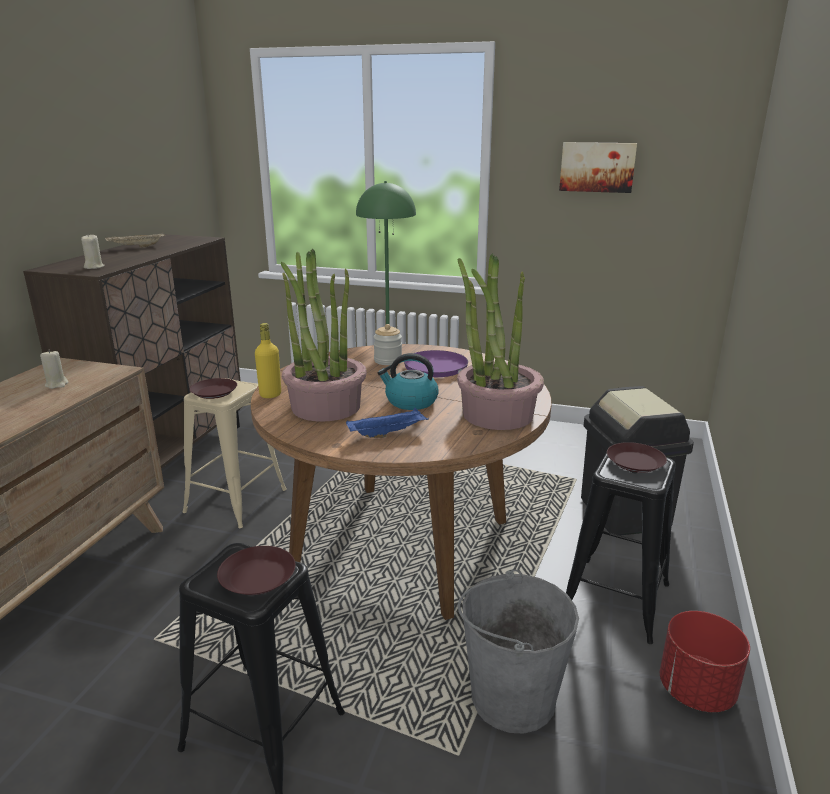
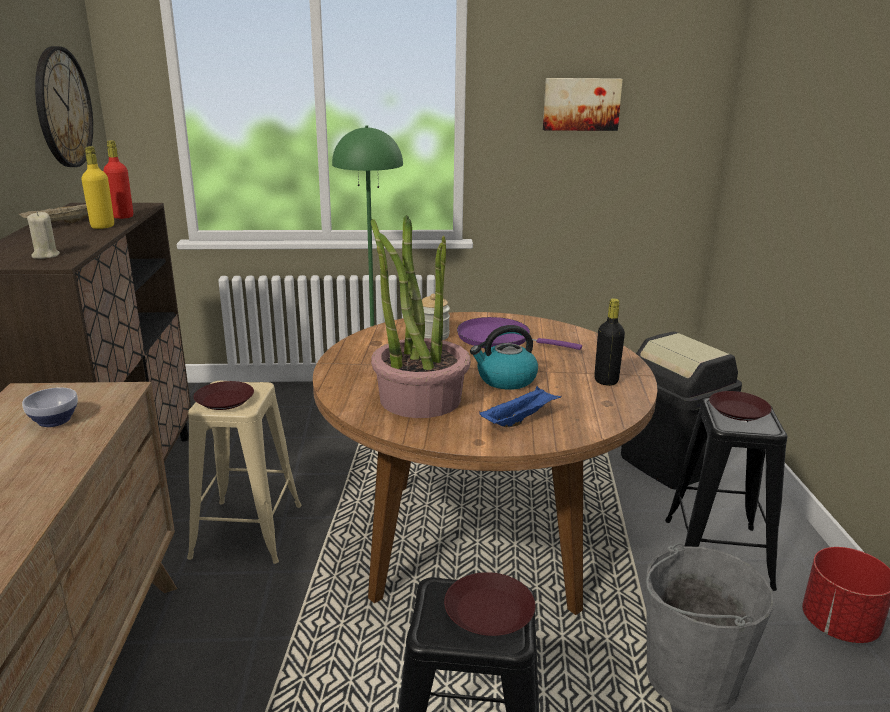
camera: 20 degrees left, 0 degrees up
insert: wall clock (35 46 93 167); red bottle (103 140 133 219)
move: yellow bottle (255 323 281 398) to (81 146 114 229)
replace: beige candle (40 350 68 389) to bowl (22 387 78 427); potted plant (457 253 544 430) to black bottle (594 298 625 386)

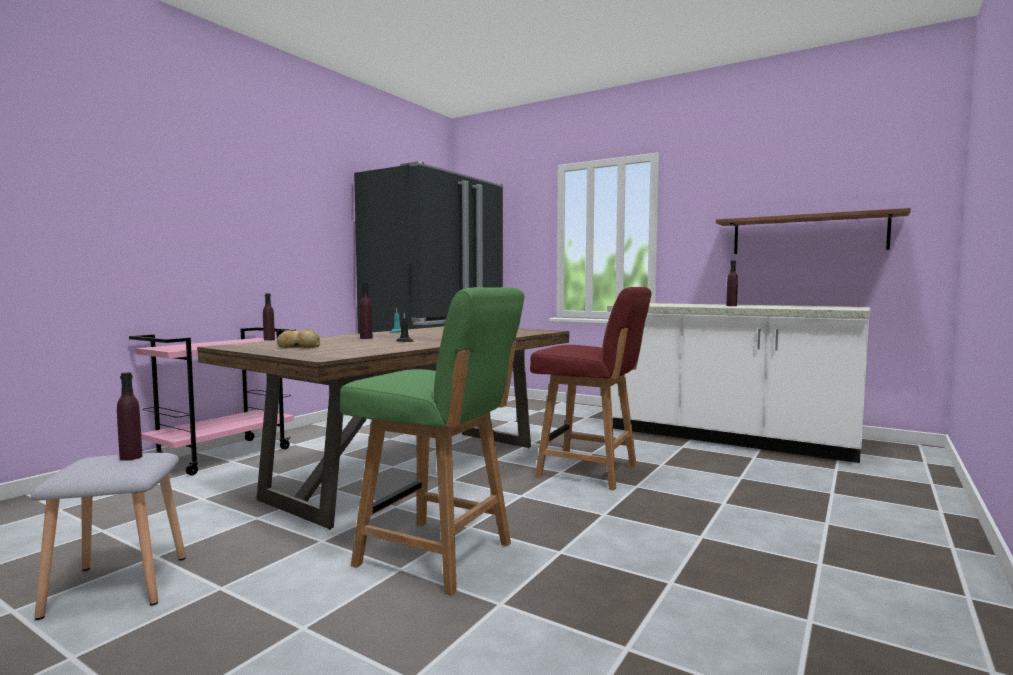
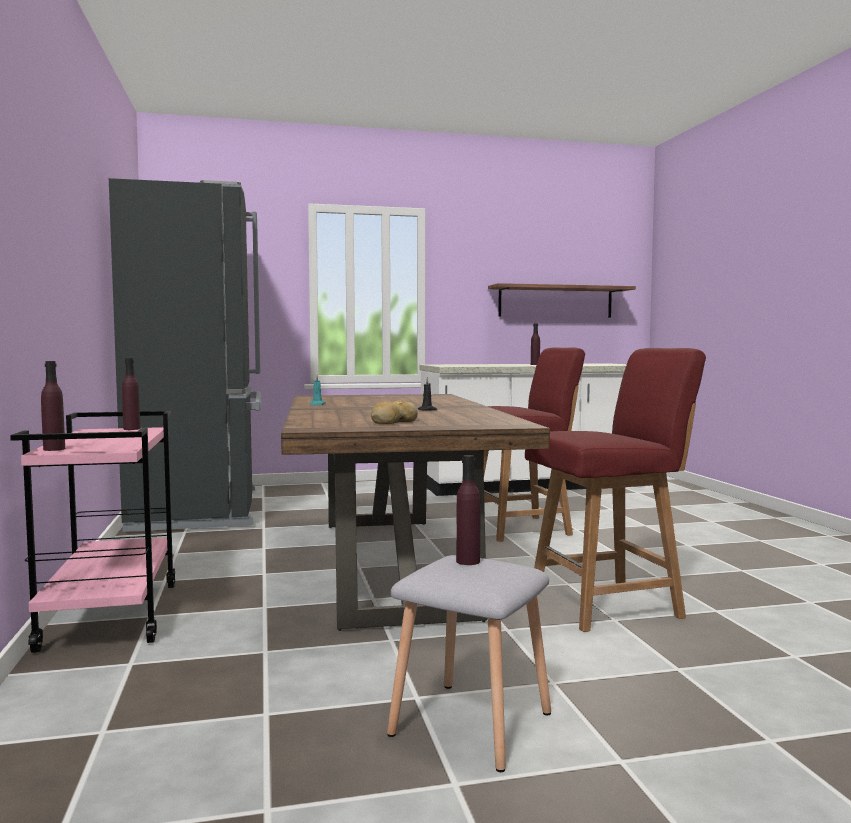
camera: 45 degrees left, 0 degrees up
move: purple bottle (359 283 373 339) to (41 361 65 451)
recolor: green chair (340 287 524 596) to red chair (525 348 706 632)

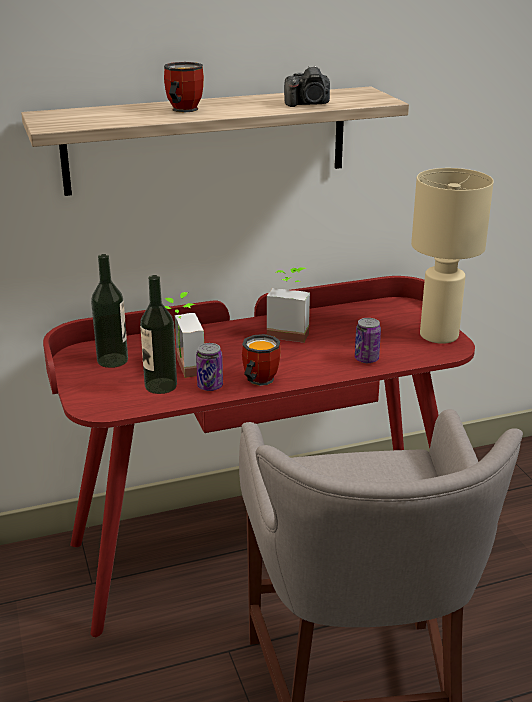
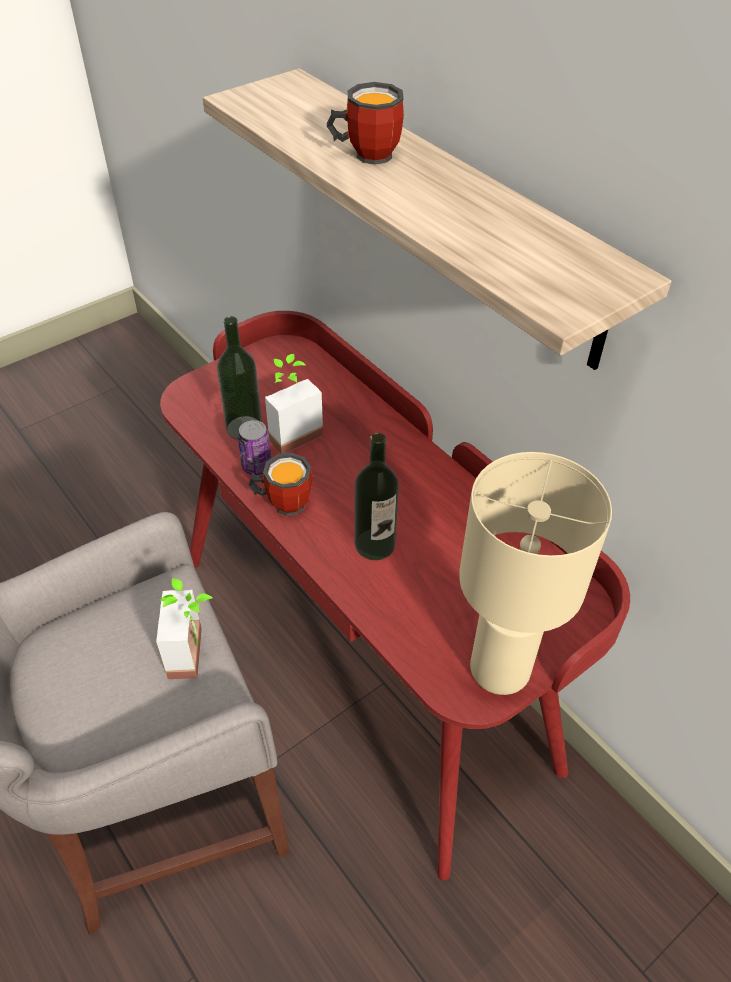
camera: 70 degrees right, 20 degrees up
delete: photo camera (284 66 330 107); can (355 318 381 363)
move: bottle (91 254 128 368) to (355 433 399 560); potted plant (267 267 310 343) to (156 578 213 679)

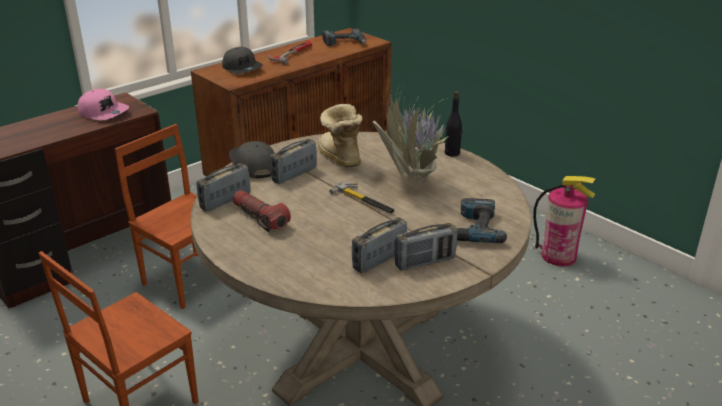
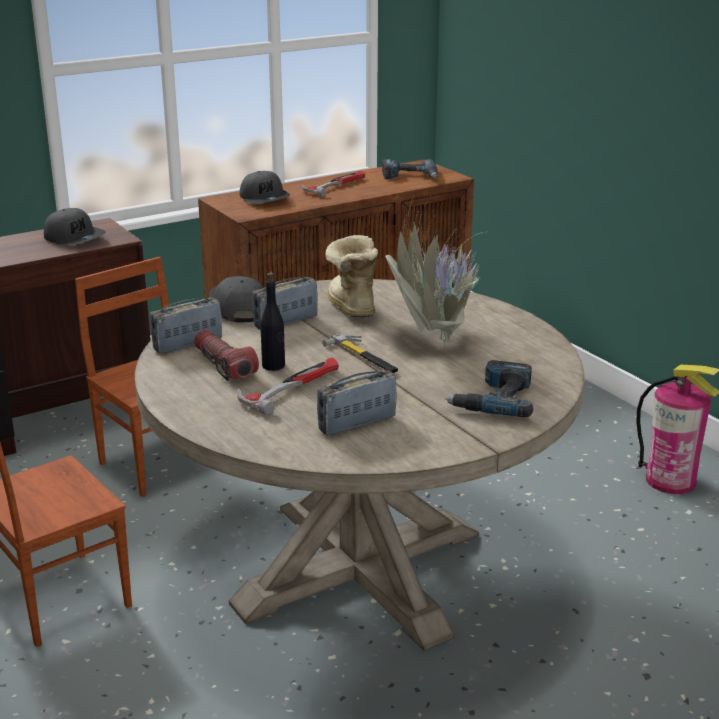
camera: 10 degrees right, 5 degrees down
delete: radio (395 223 458 271)
insert: hammer (237 357 339 416)
move: black bottle (445 91 462 157) to (260 272 285 371)
recolor: pink cap (78 89 129 120) to grey cap (44 208 106 246)

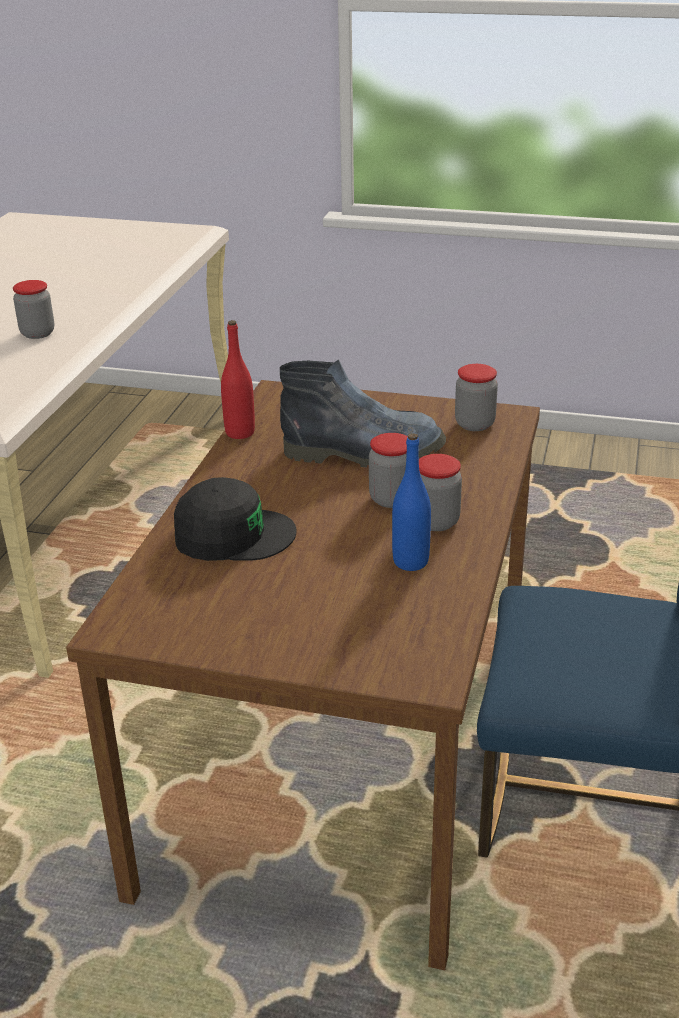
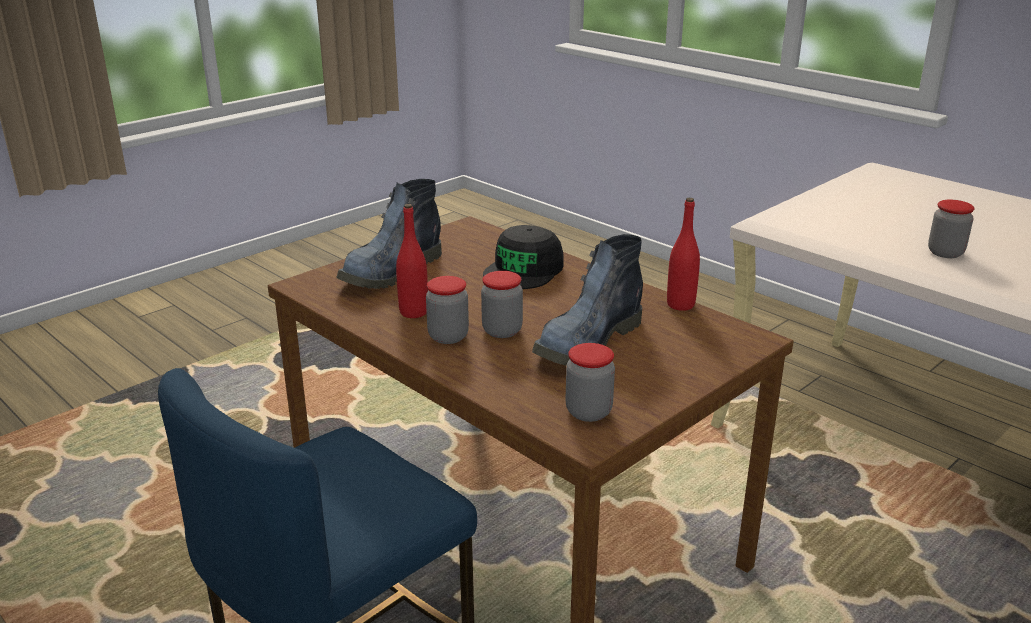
camera: 120 degrees right, 5 degrees down
insert: boot (336 179 442 289)
recolor: blue bottle (392 433 431 571) to red bottle (396 204 428 318)

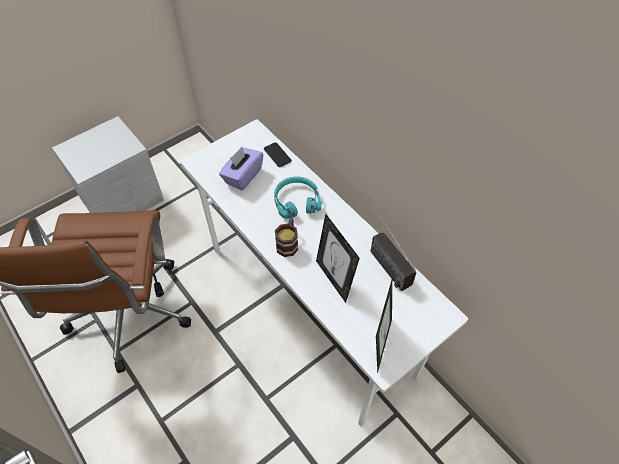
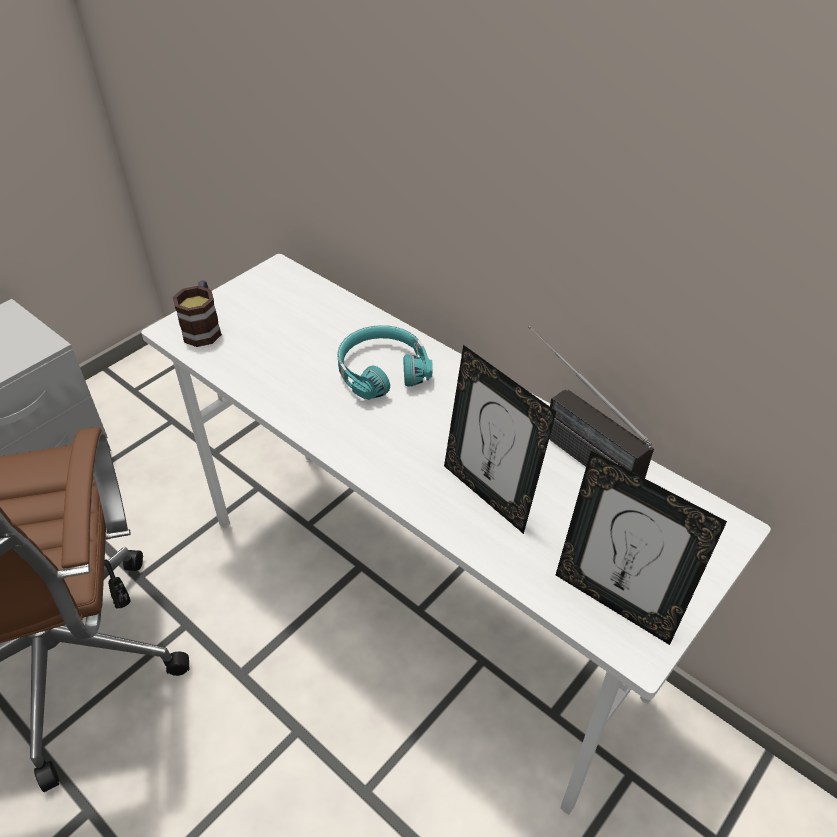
camera: 10 degrees left, 10 degrees down
delete: purple tissue box (219 147 263 191); phone (264 142 292 167)
move: mug (275 218 298 257) to (173 280 222 347)
rotate: picture frame (376 280 392 374) = (556 451 727 645) 120 degrees clockwise

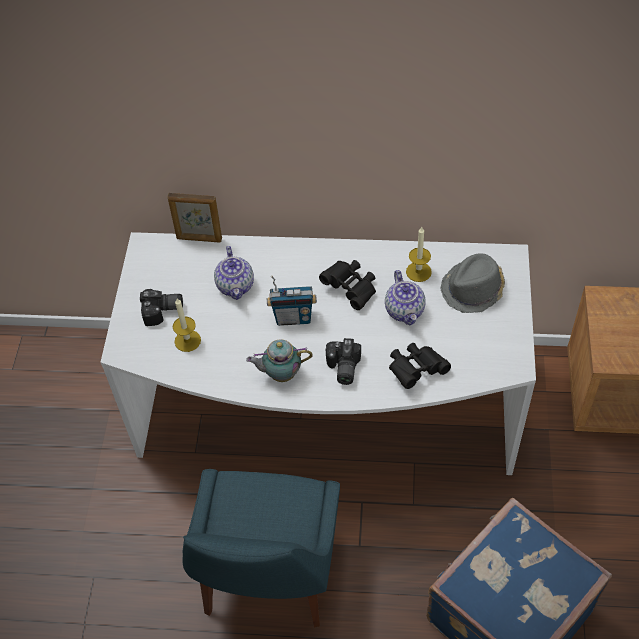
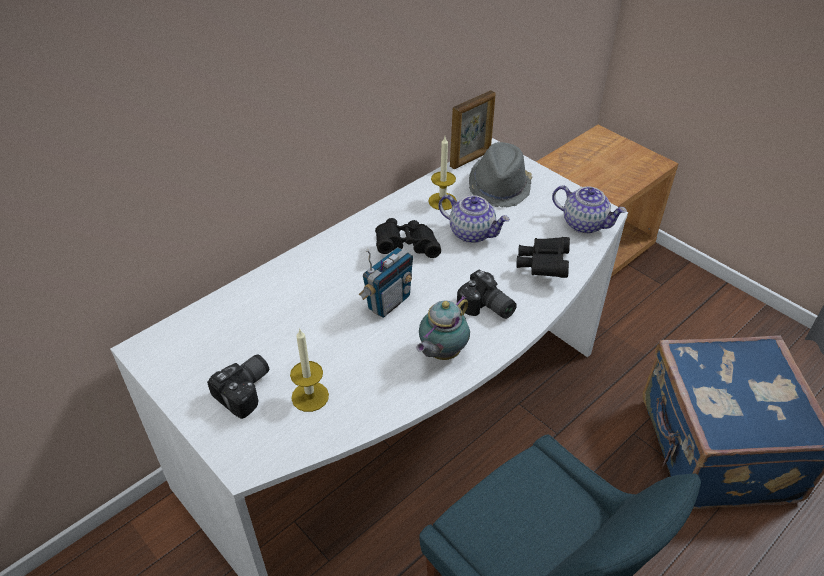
camera: 50 degrees left, 10 degrees down
move: picture frame (168 193 222 243) to (450 90 496 169); teapot (214 246 254 300) to (552 185 627 234)

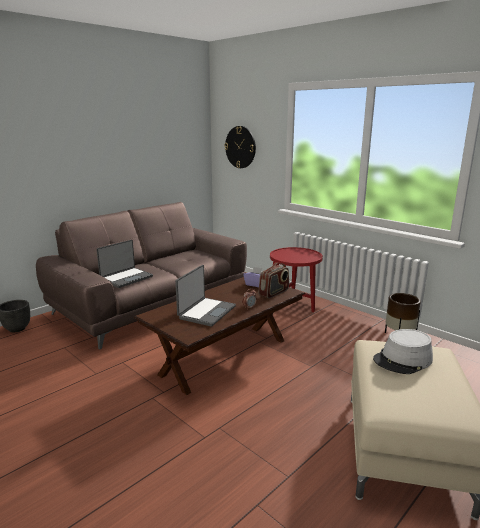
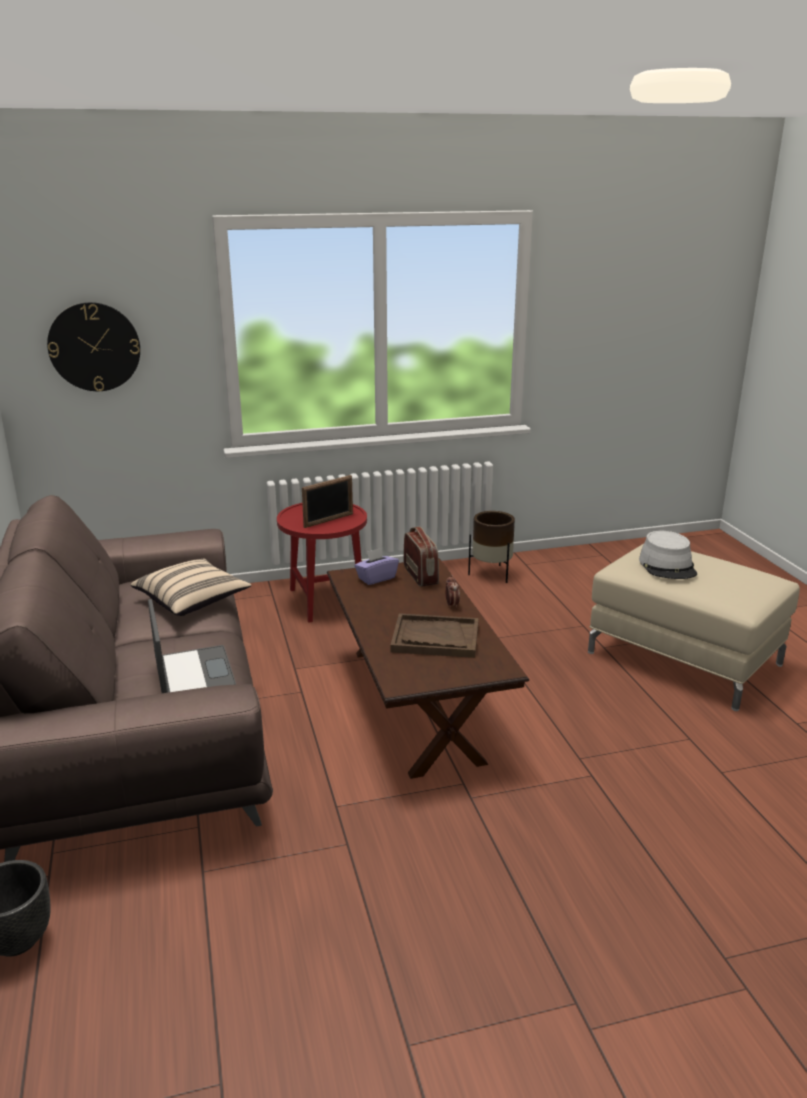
camera: 60 degrees left, 5 degrees up
insert: beige pillow (131 559 252 616); picture frame (302 475 353 528)
replace: laptop (175 265 236 327) to brown tray (390 613 478 658)

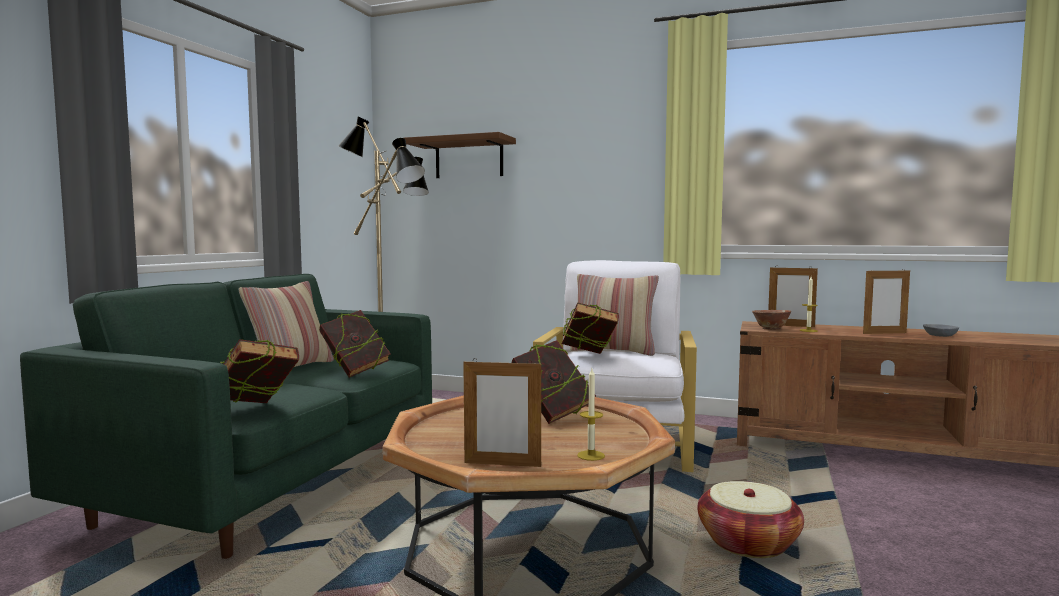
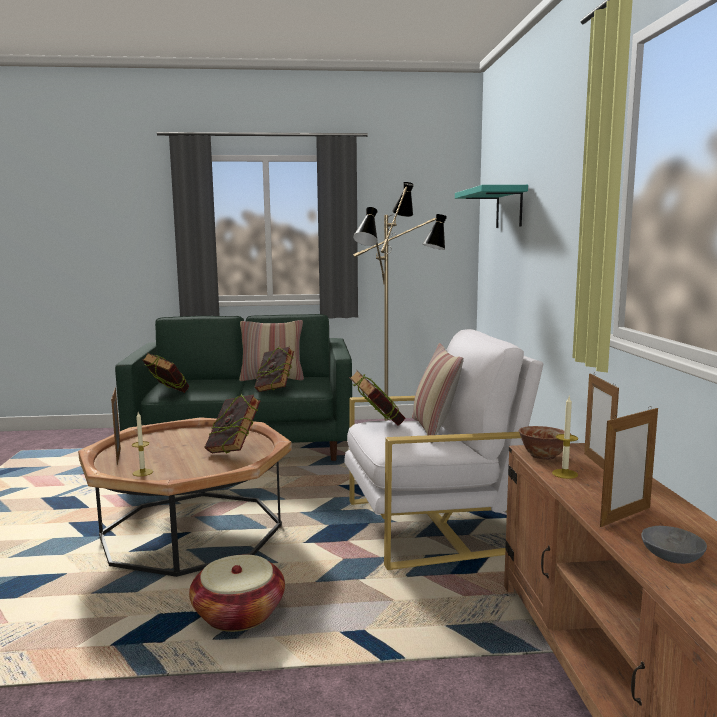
camera: 65 degrees right, 5 degrees up
recolor: brown shelf (404 132 516 178) to turquoise shelf (455 185 528 228)
rotate: picture frame (863 268 910 334) = (600 406 658 527) 90 degrees counterclockwise

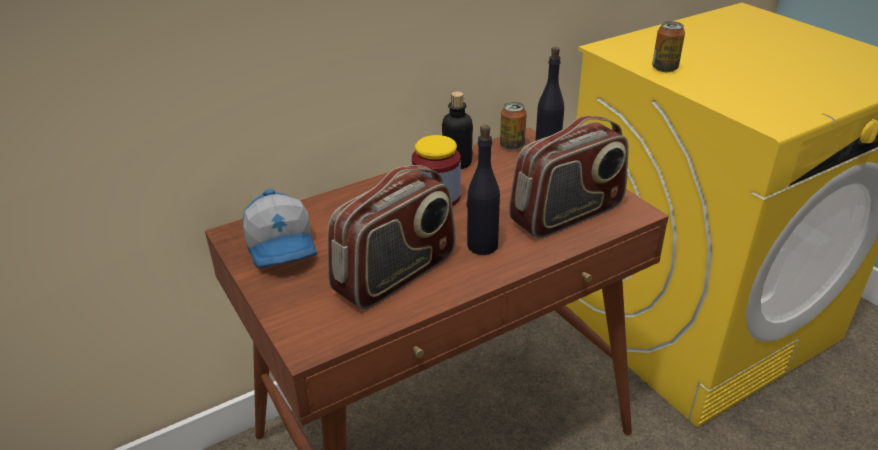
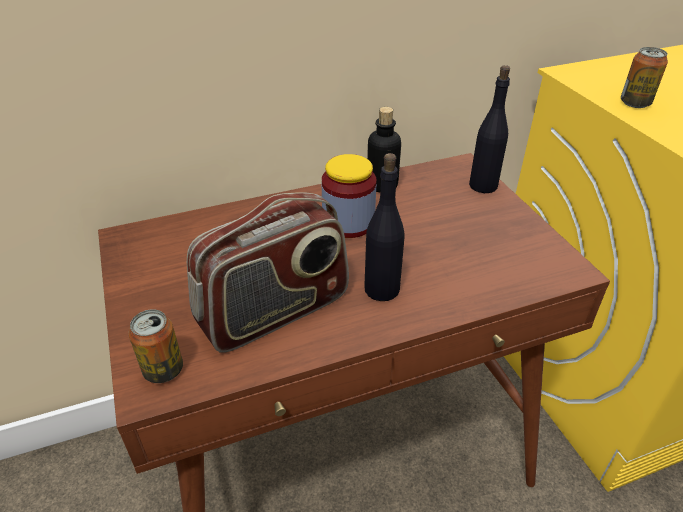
camera: 10 degrees right, 5 degrees up
delete: cap (243 189 317 268); radio (509 116 629 238)
move: can (500 102 527 150) to (128 309 183 383)

